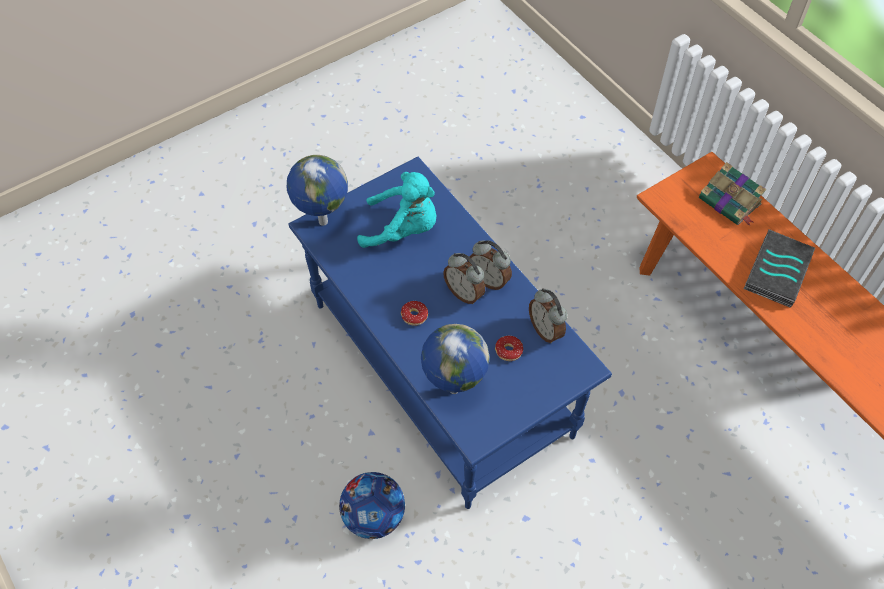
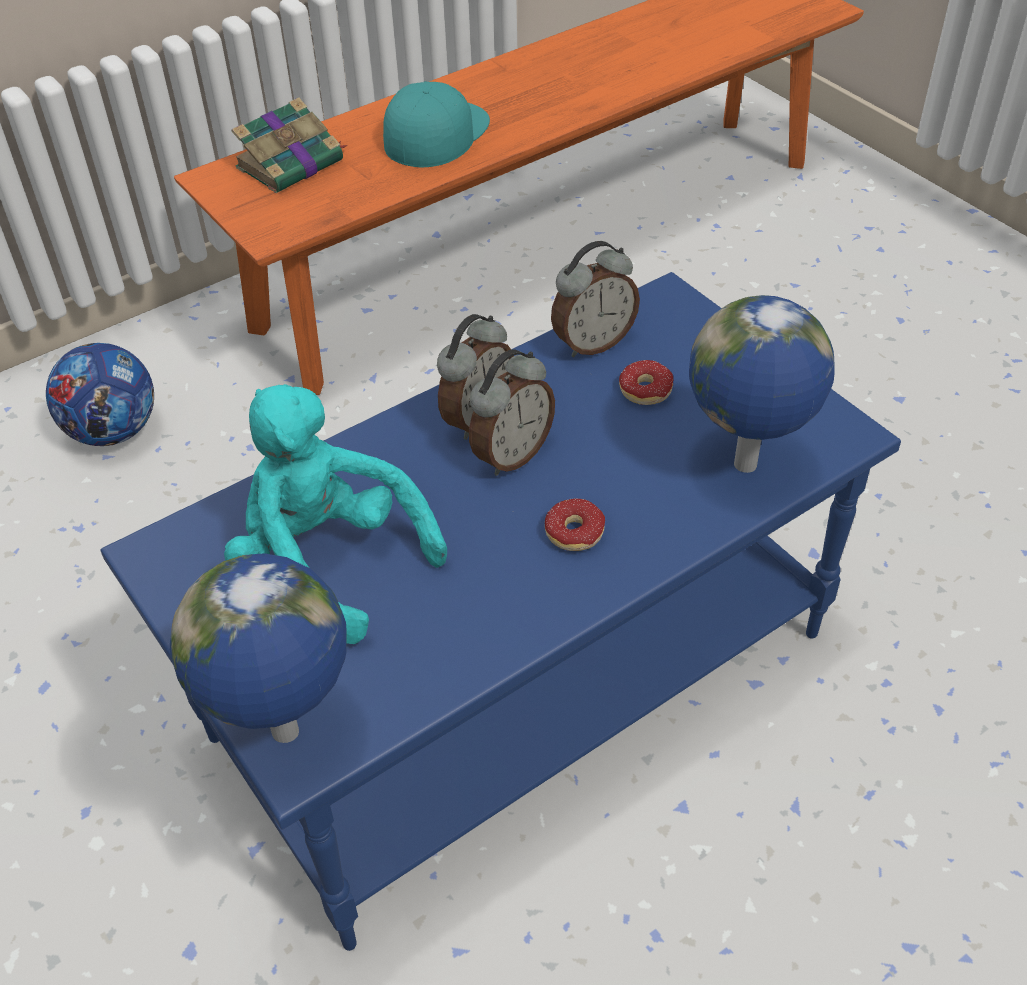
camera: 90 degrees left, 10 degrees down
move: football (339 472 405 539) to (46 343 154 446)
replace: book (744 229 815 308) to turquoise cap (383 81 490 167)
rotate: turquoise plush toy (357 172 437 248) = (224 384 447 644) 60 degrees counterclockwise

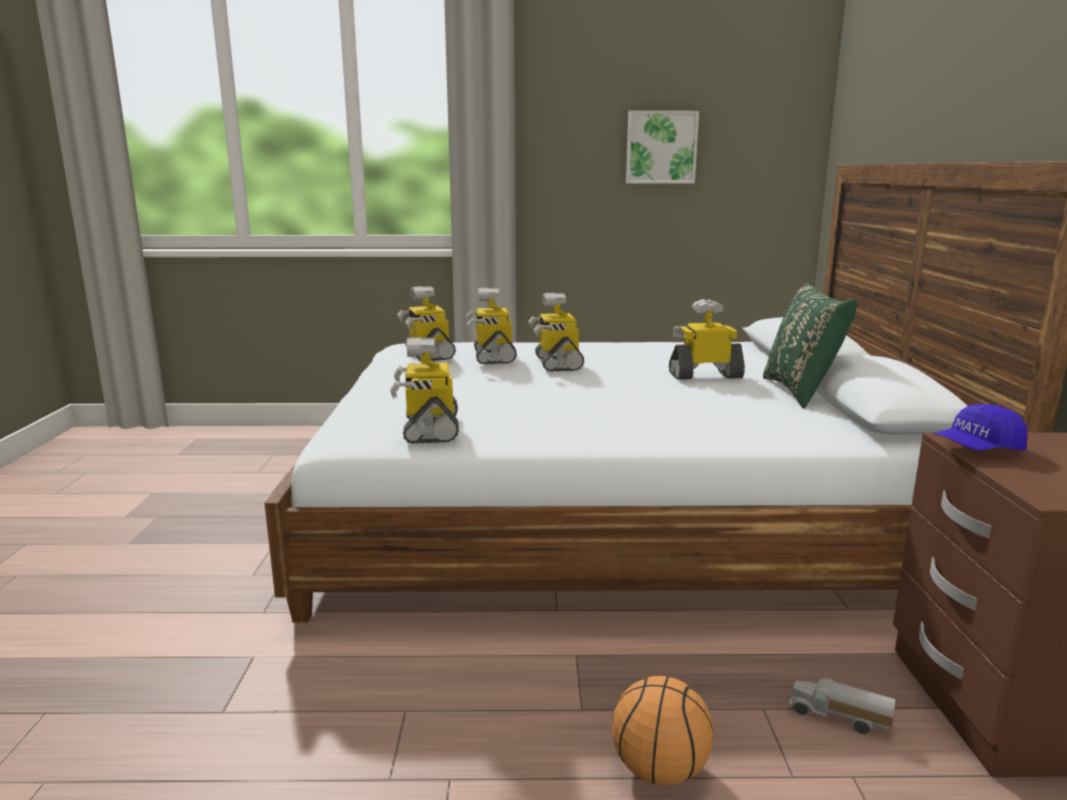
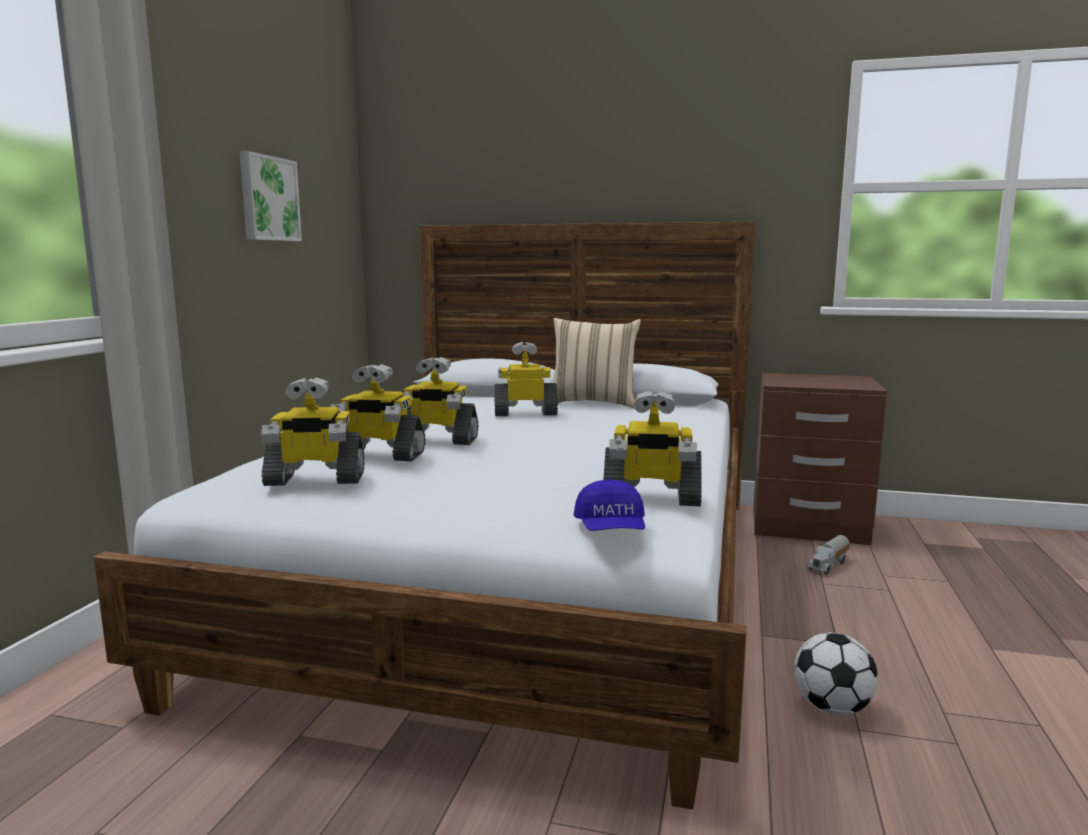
camera: 75 degrees left, 5 degrees down
delete: basketball (612 676 714 785)
insert: football (794 632 878 715)
move: blue cap (933 404 1028 451) to (574 479 645 531)
recolor: green pillow (763 282 858 409) to beige pillow (553 318 641 408)
rotate: toy robot (669 299 745 380) = (495 342 558 416) 75 degrees clockwise

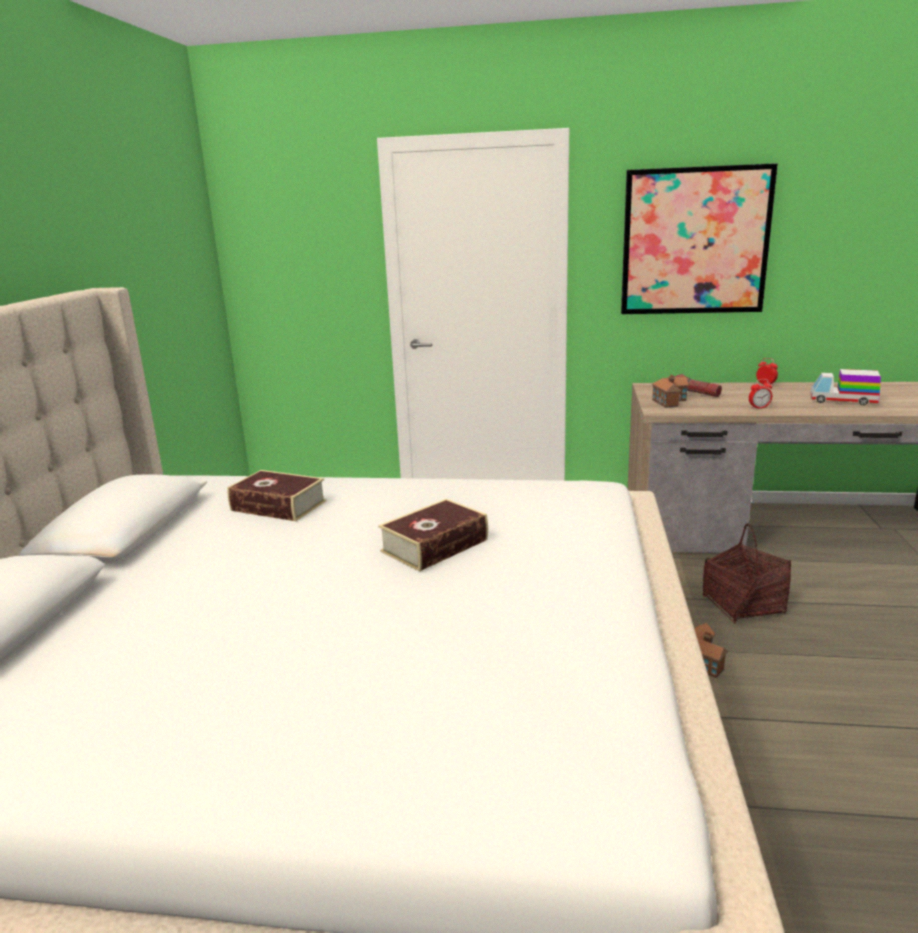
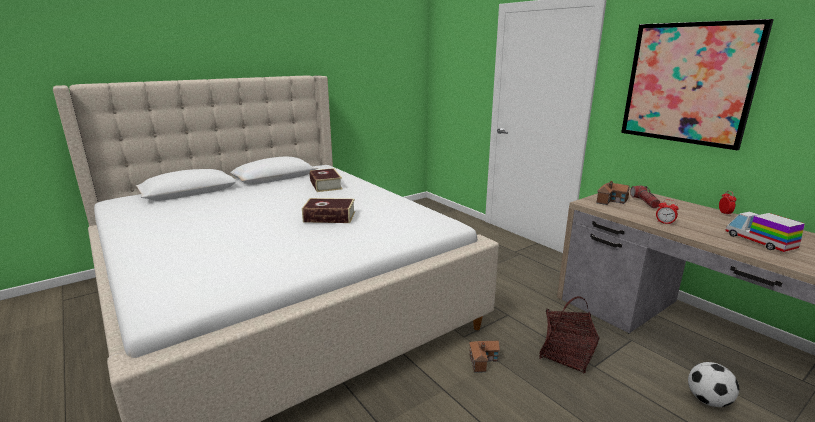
camera: 45 degrees right, 0 degrees up
insert: football (688 362 739 407)

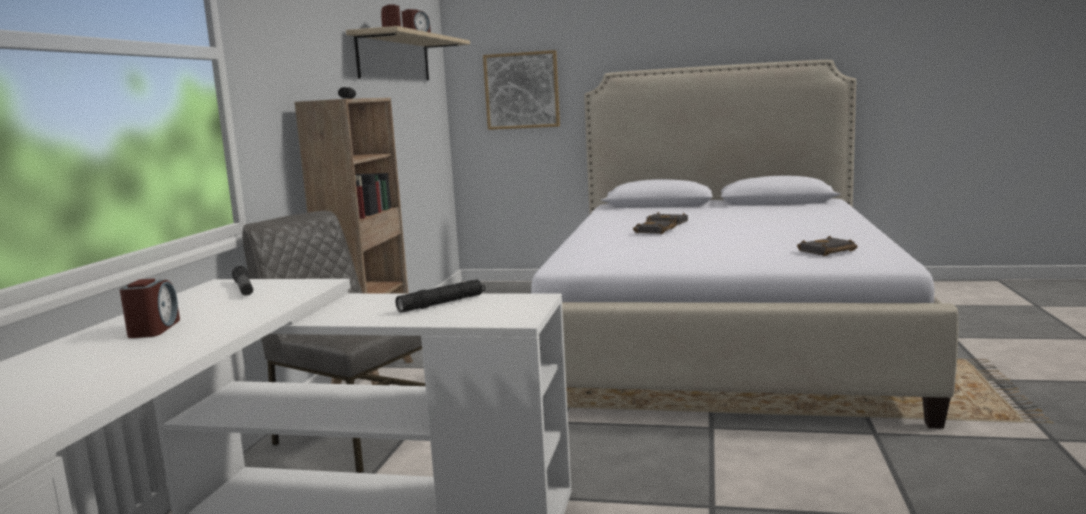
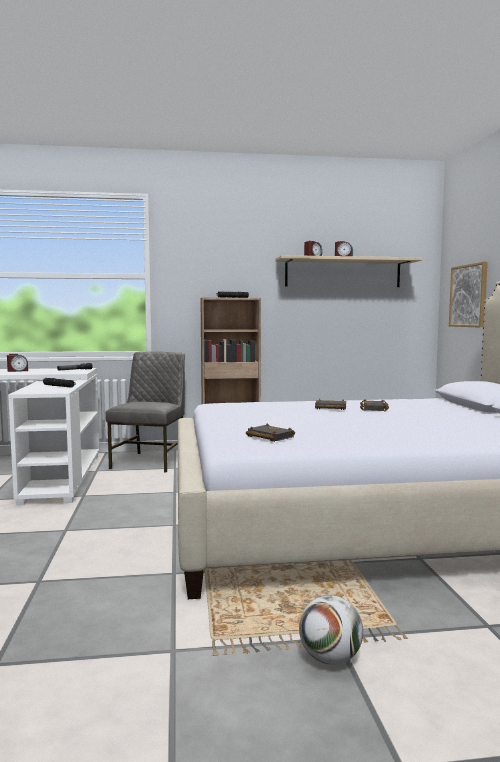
camera: 70 degrees right, 5 degrees down
insert: football (299 595 363 665)

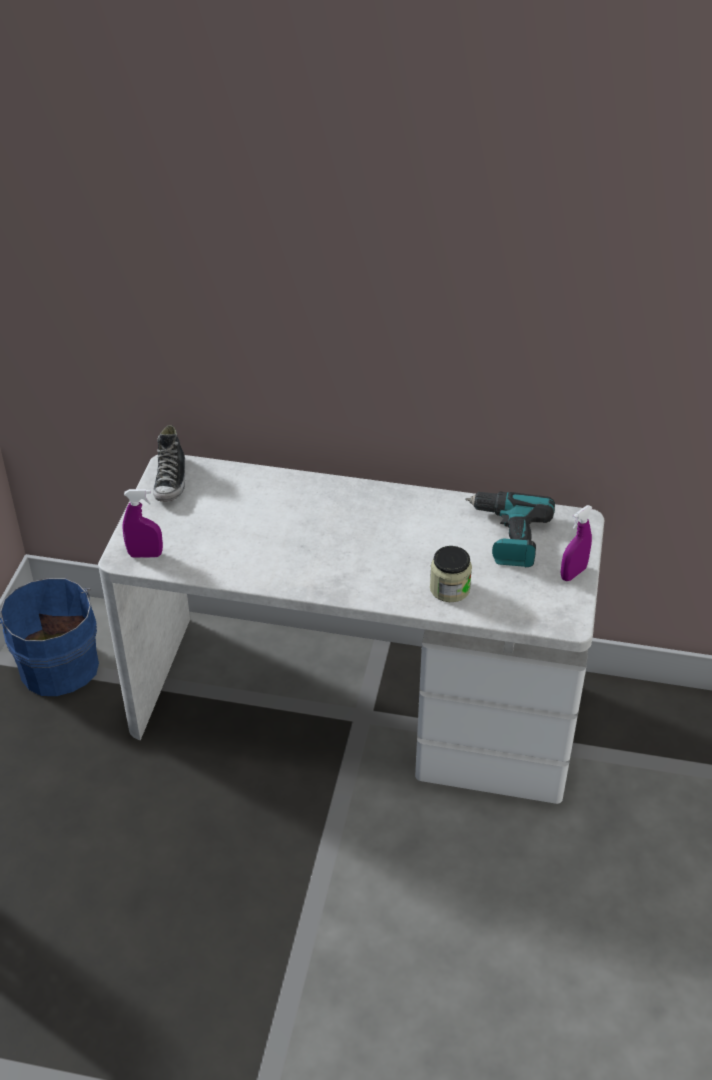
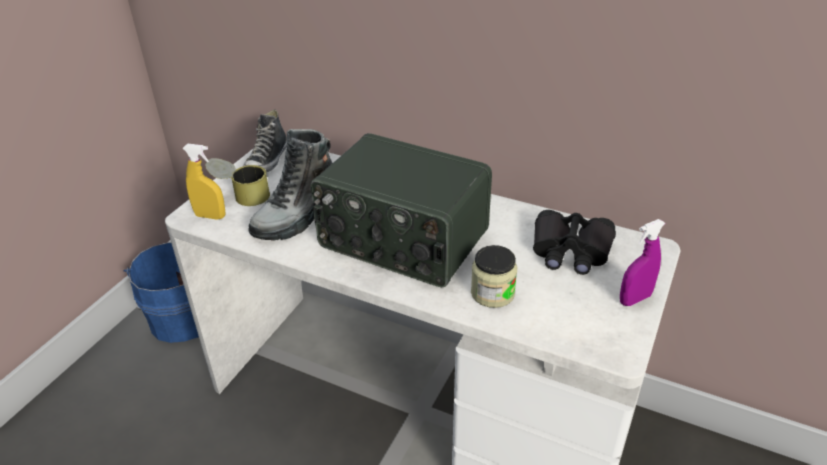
camera: 15 degrees right, 5 degrees down
insert: can (205 158 270 206); boot (248 129 332 241); radio (311 133 492 287)
replace: power drill (465 492 555 568) to black binoculars (533 210 616 275)
recolor: purple spray bottle (123 489 163 557) to yellow spray bottle (182 144 225 220)

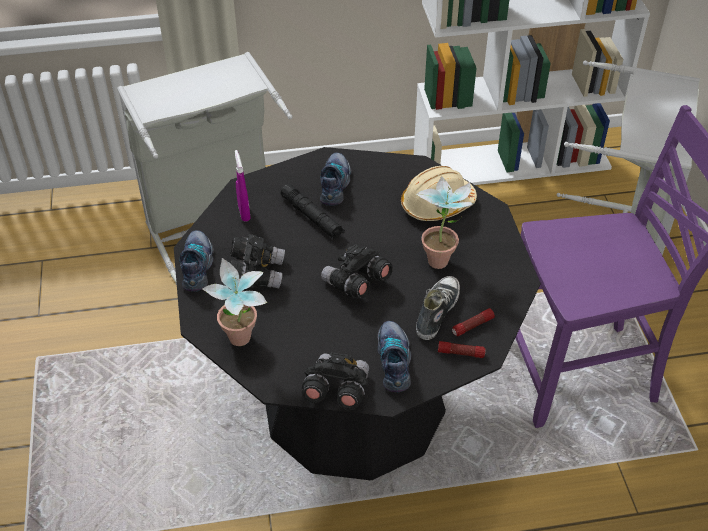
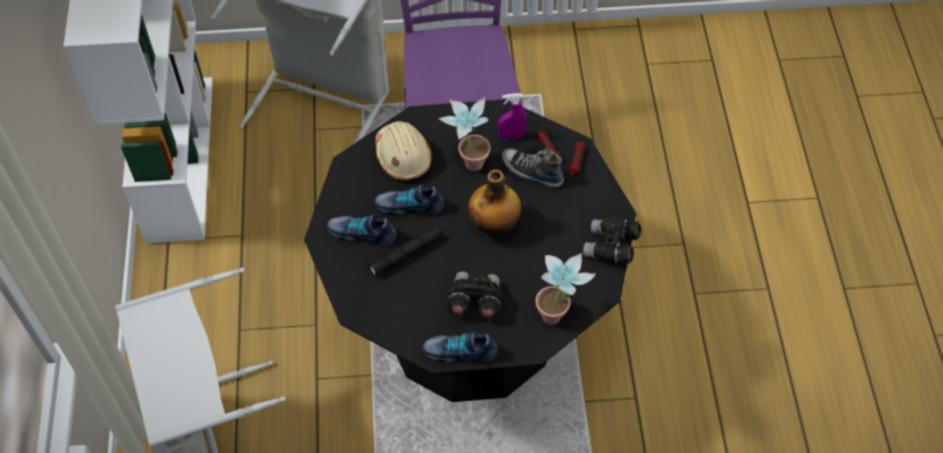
camera: 85 degrees left, 10 degrees up
move: purple spray bottle (235 150 251 222) to (498 93 527 140); shoe (377 321 411 392) to (374 184 444 215)
replace: black binoculars (321 244 393 299) to bottle (468 170 521 236)

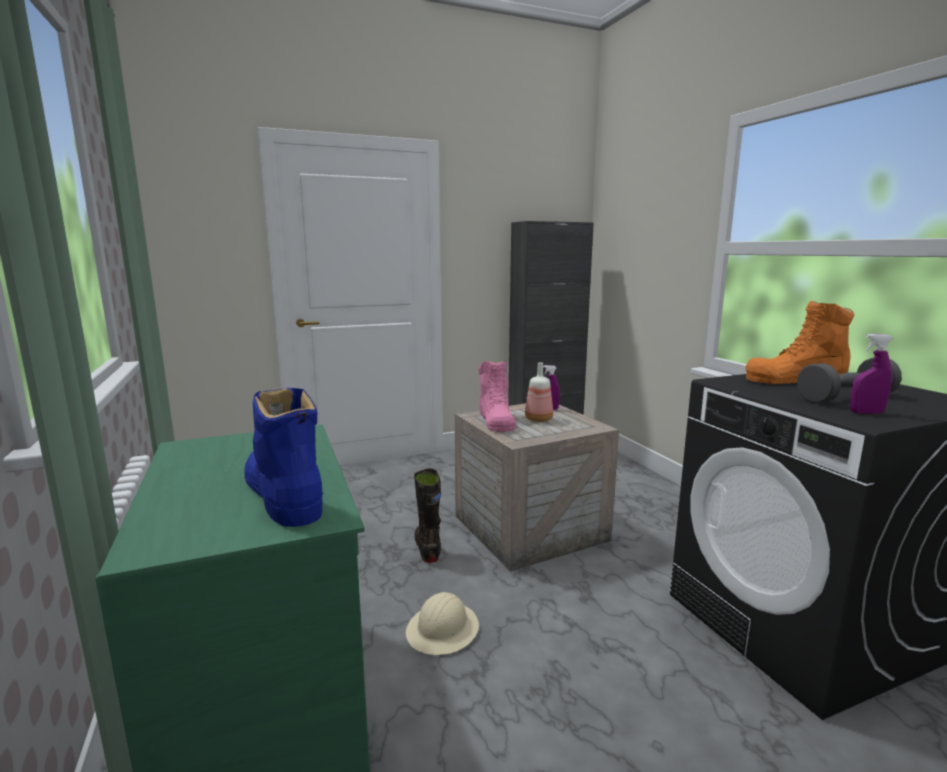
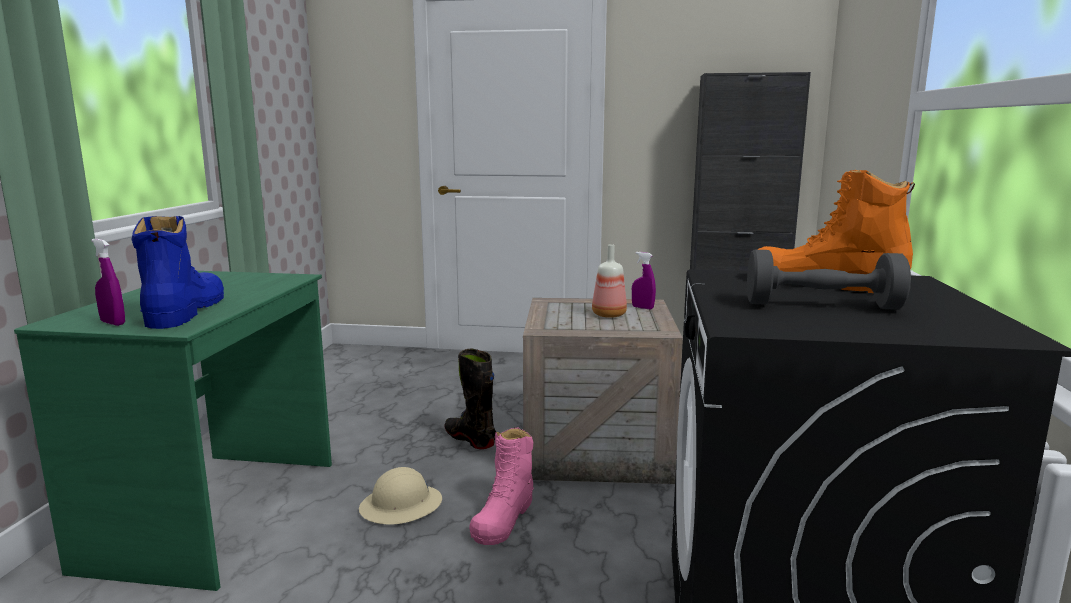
camera: 30 degrees right, 0 degrees up
move: pink boot (478 361 516 432) to (469 427 534 545); purple spray bottle (850 334 893 414) to (91 239 125 326)
rotate: black boot (414 468 441 563) = (445 349 496 449) 60 degrees counterclockwise

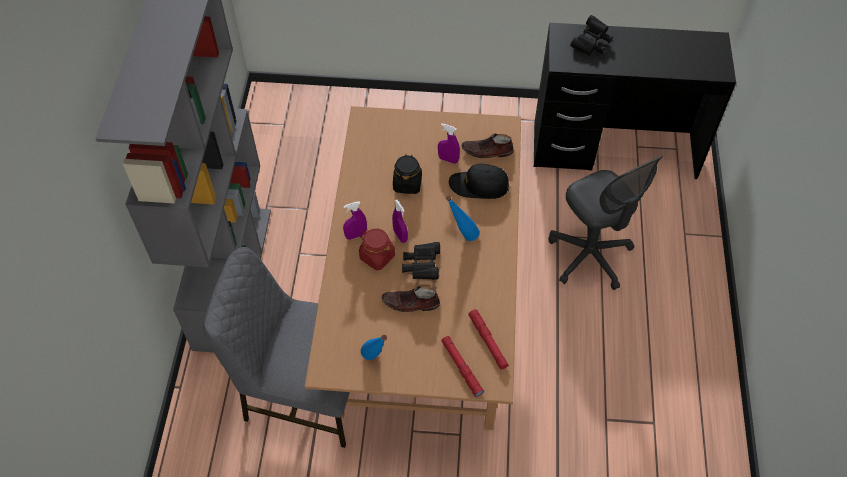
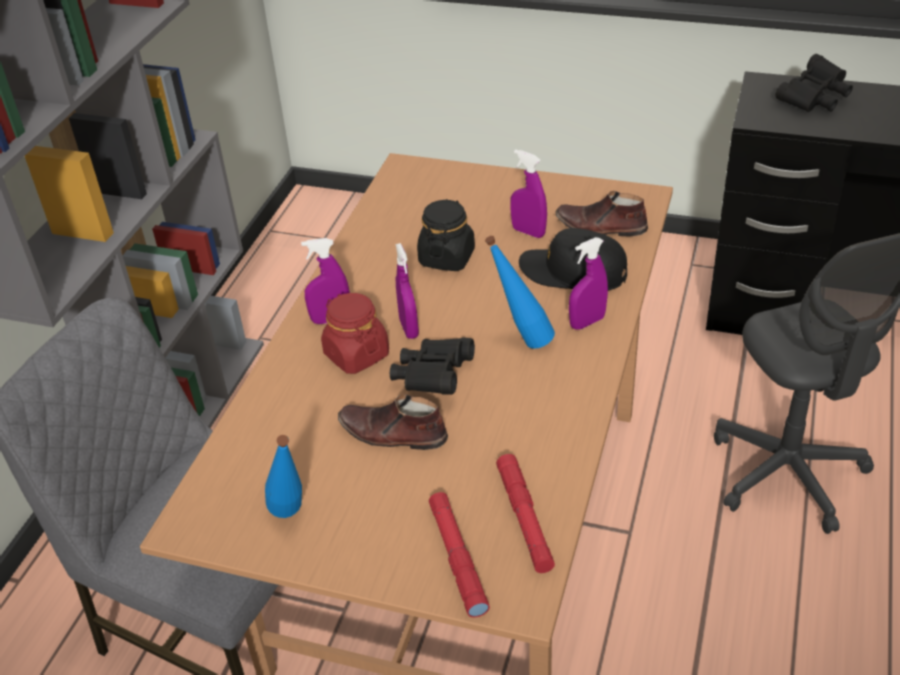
camera: 15 degrees right, 15 degrees down
insert: purple spray bottle (569 237 608 330)

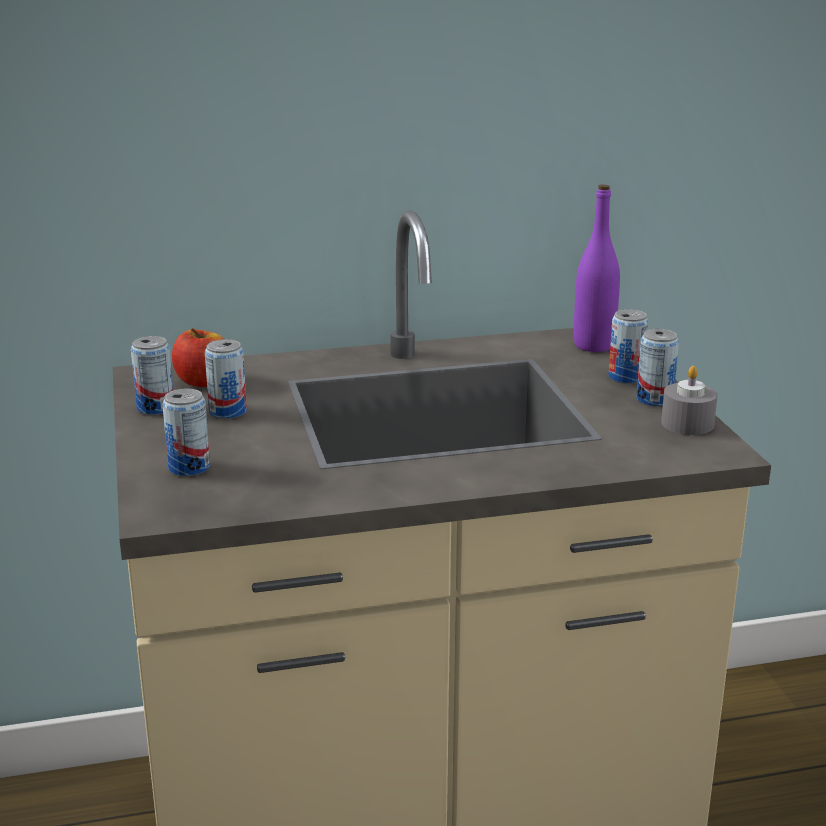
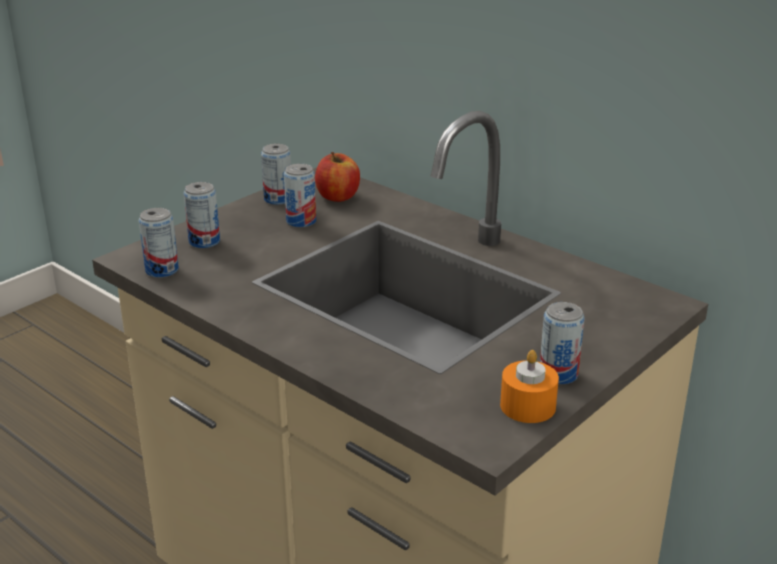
camera: 55 degrees right, 5 degrees up
delete: purple bottle (574 185 620 352)
move: can (608 309 649 384) to (139 208 179 278)
recolor: grey candle (661 366 718 435) to orange candle (500 350 559 423)

